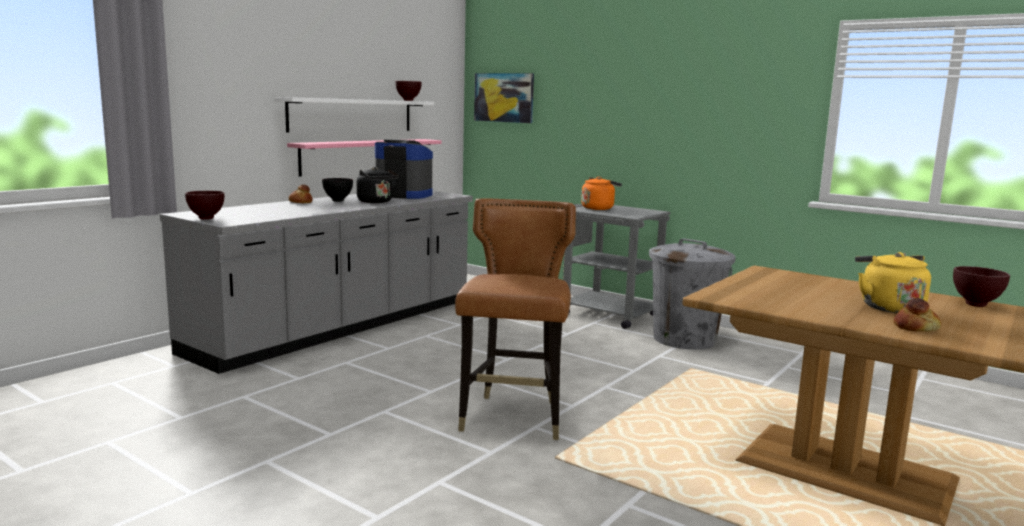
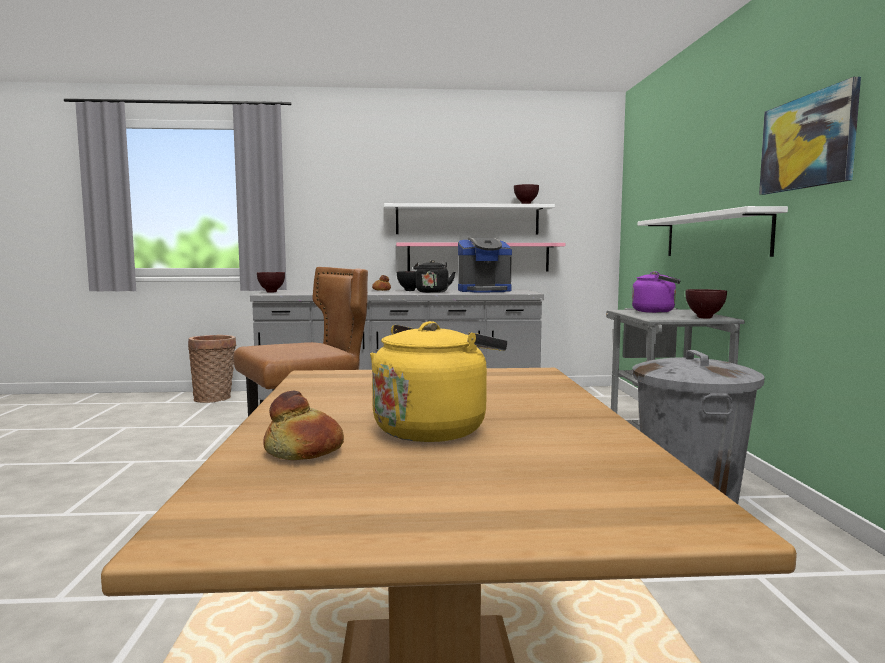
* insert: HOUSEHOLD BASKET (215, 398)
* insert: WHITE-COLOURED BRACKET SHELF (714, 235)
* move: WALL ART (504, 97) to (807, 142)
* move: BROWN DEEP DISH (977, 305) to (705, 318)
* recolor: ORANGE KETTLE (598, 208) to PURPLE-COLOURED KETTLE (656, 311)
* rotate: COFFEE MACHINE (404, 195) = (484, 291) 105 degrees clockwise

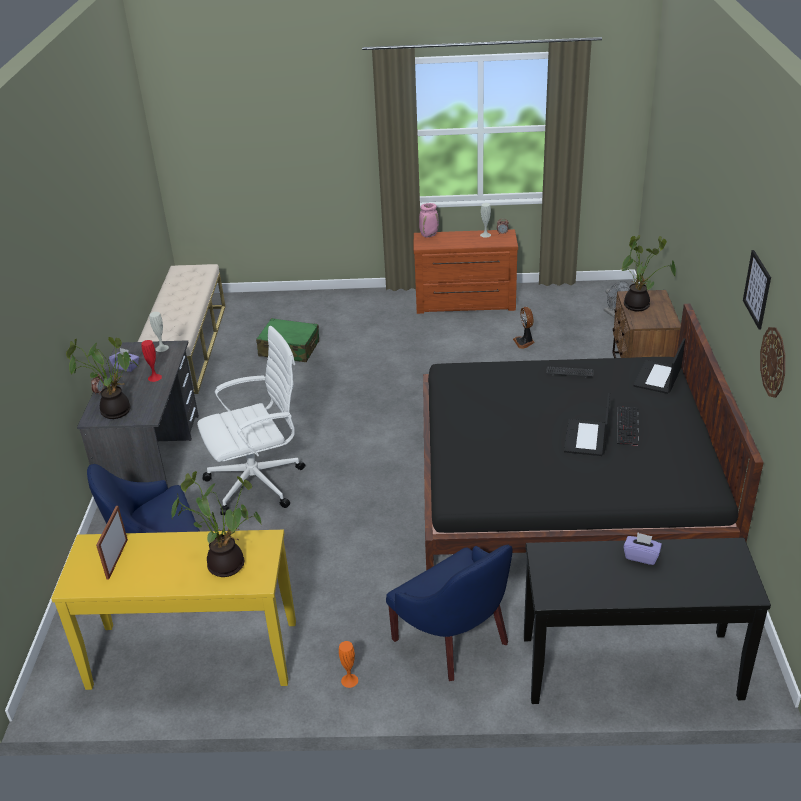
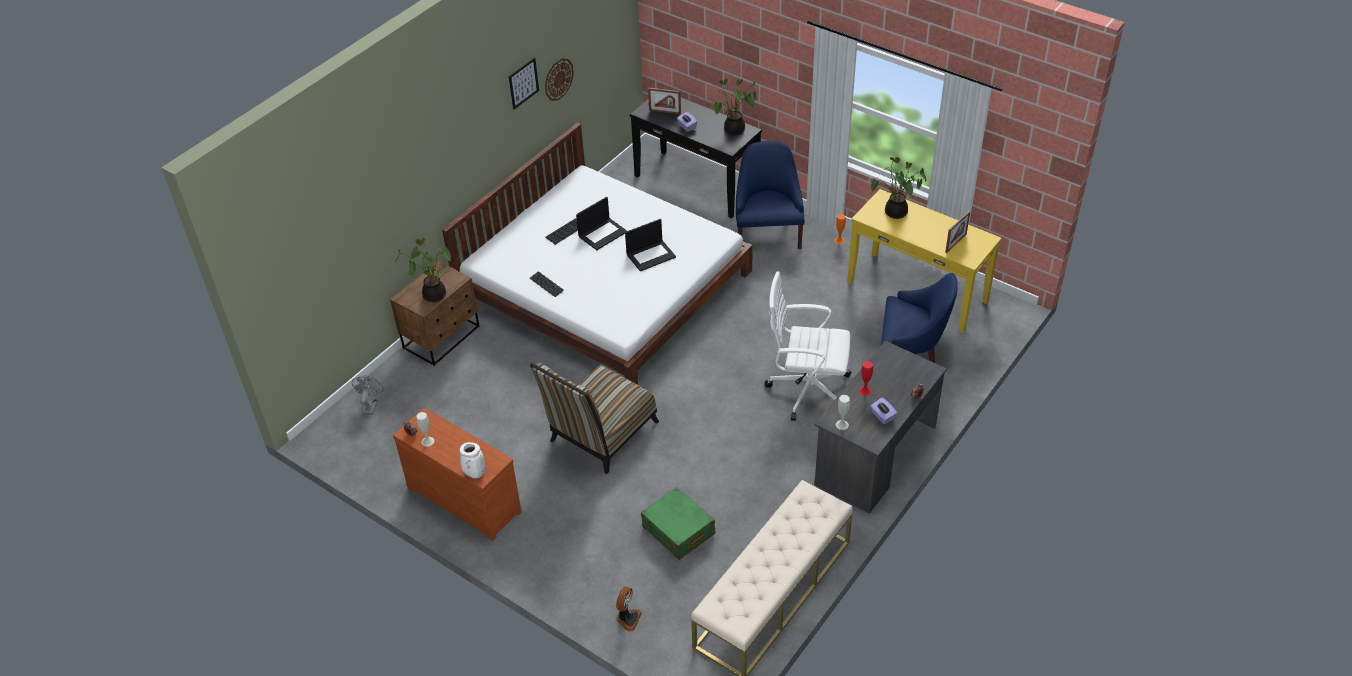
* insert: CHAIR (599, 435)
* insert: PICTURE FRAME (665, 112)
* move: PLANT IN A POT (116, 410) to (733, 131)
* move: COOLING FAN (524, 342) to (627, 618)
* move: PORTABLE COMPUTER (658, 378) to (651, 255)
* recolor: PINKISH VASE (429, 235) to WHITE-COLOURED VASE (474, 473)
* recolor: BLACK BED (565, 479) to WHITE-COLOURED BED (604, 286)

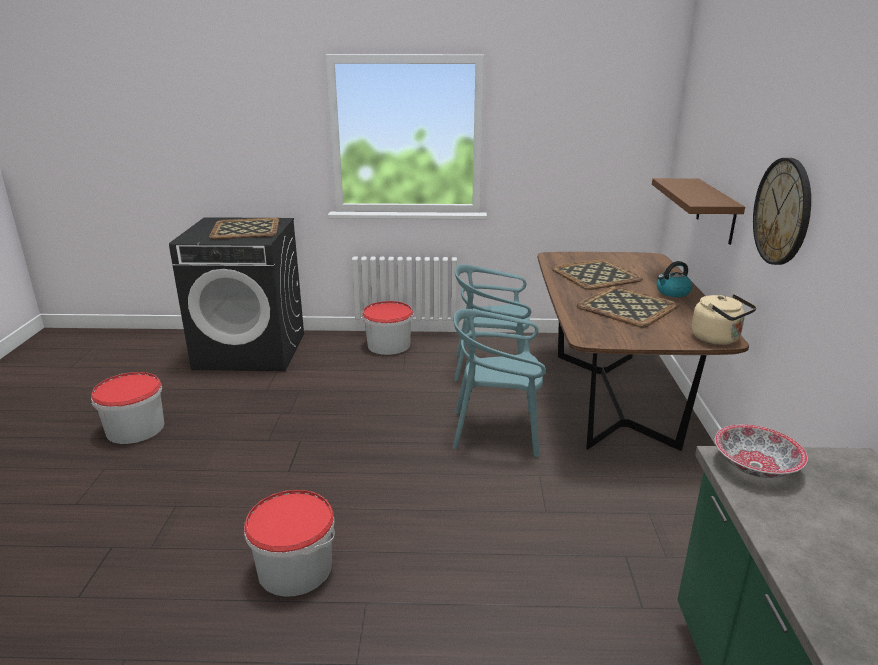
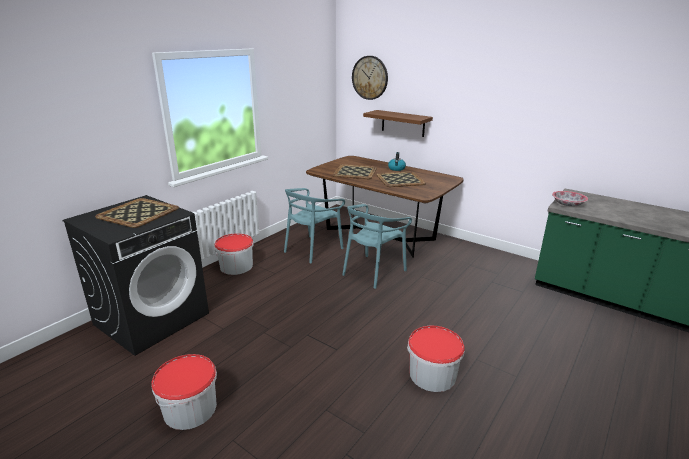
* delete: SAND-COLOURED KETTLE (718, 339)
* move: CLOCK ON THE WALL (782, 211) to (370, 77)

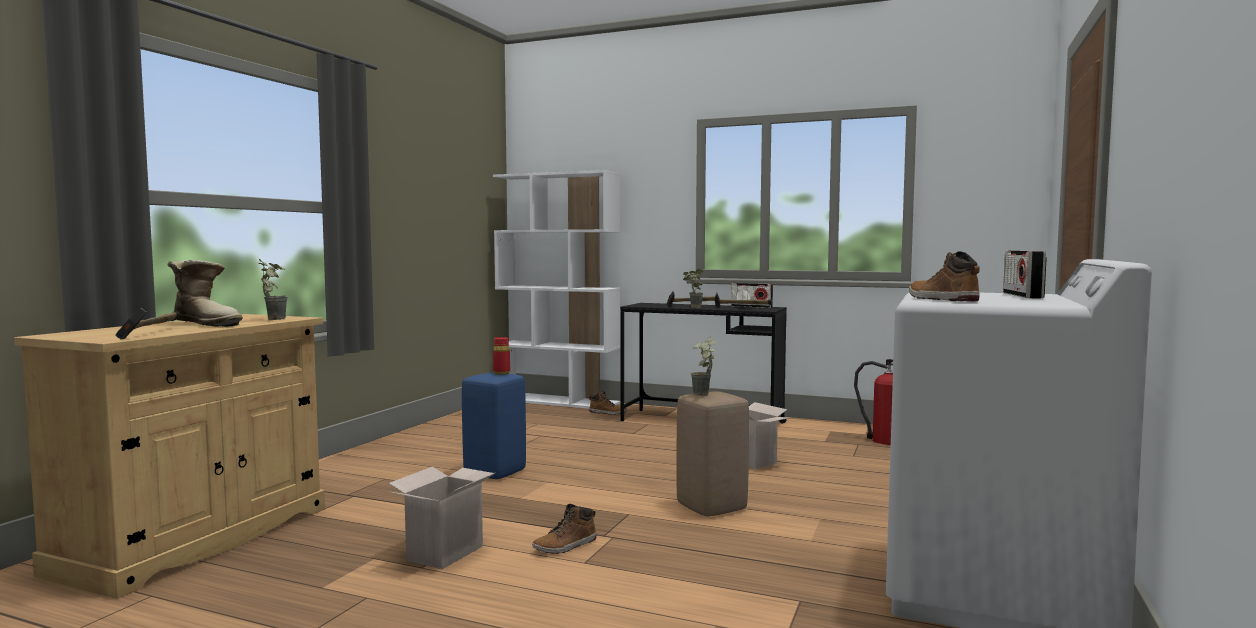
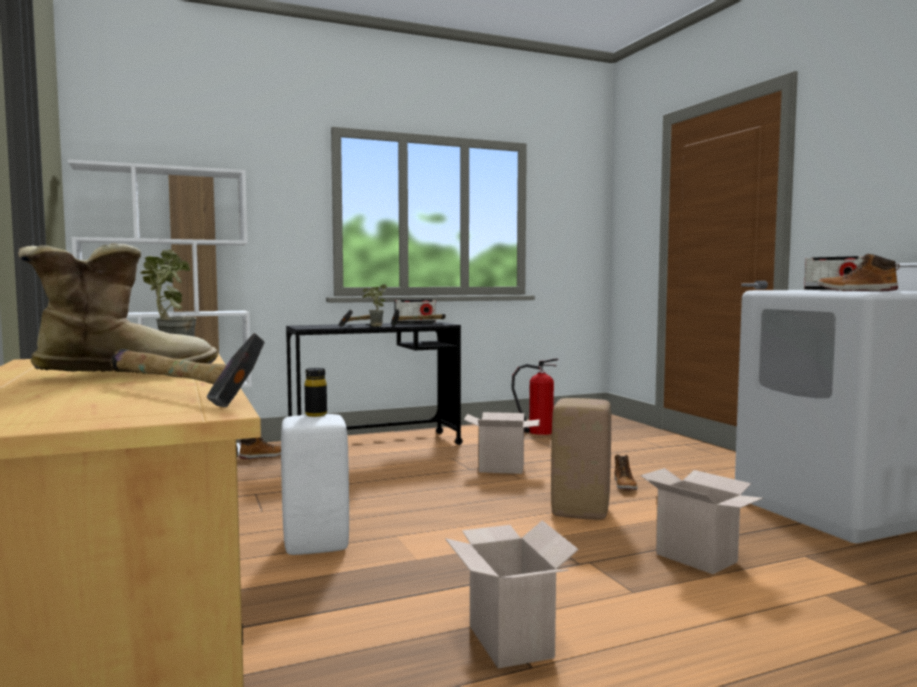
* delete: PLANT IN A POT (704, 395)
* insert: CARDBOARD BOX (699, 558)
* move: HIGH-TOP BOOT (565, 546) to (625, 485)
* recolor: BLUE-COLOURED SITTING STOOL (495, 472) to WHITE-COLOURED SITTING STOOL (314, 544)
* recolor: RED-COLOURED DRINK BOTTLE (501, 373) to BLACK DRINK BOTTLE (316, 414)

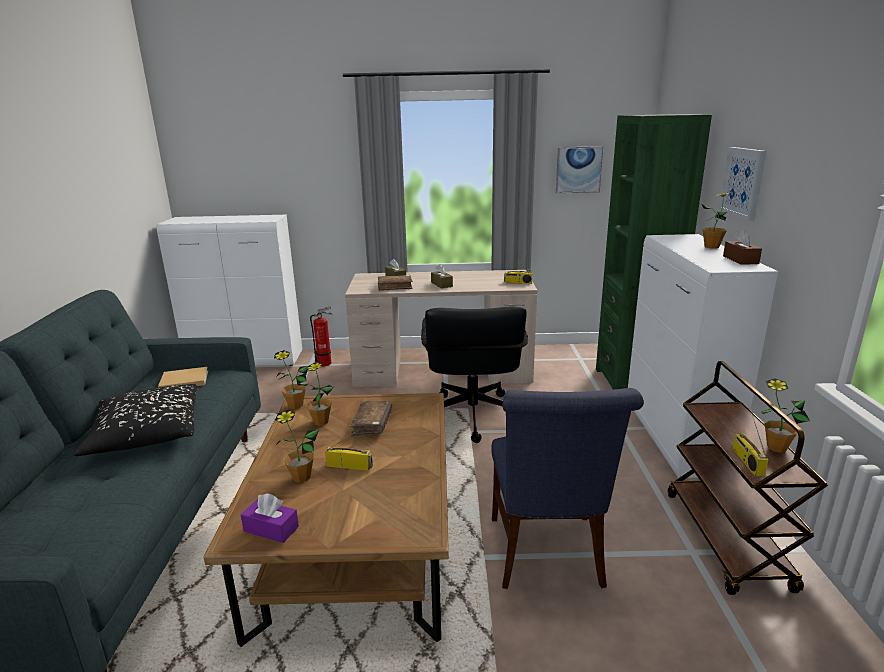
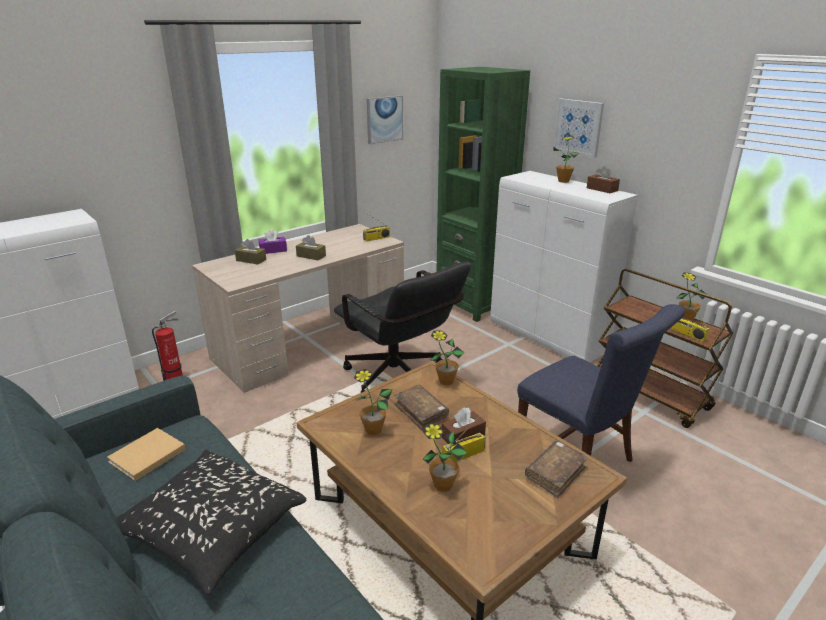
* insert: BROWN BOX OF TISSUES (463, 436)
* move: PURPLE-COLOURED BOX OF TISSUES (271, 529) to (273, 250)
* move: PLANT IN A POT (295, 405) to (446, 381)
* move: BROWN VOLUME (395, 287) to (555, 474)

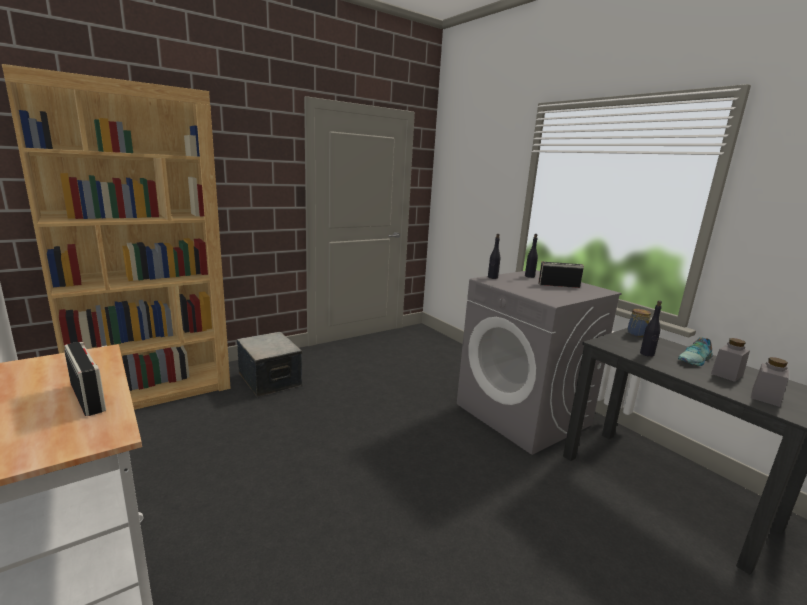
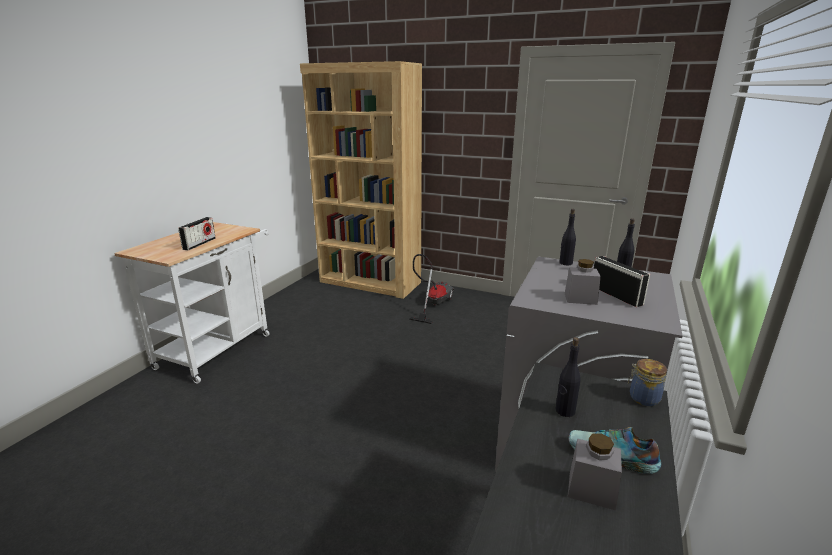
* move: GRAY JAR (765, 397) to (580, 298)
* replace: STORAGE CONTAINER (270, 379) to VACUUM (433, 304)

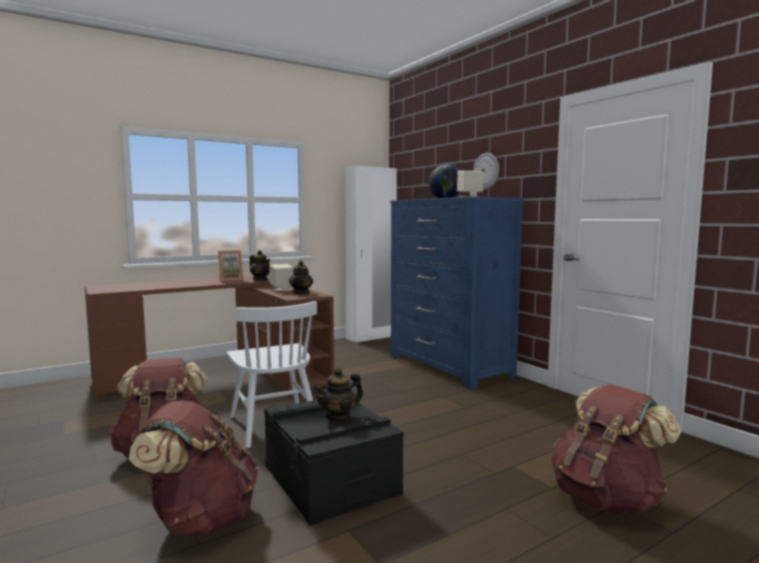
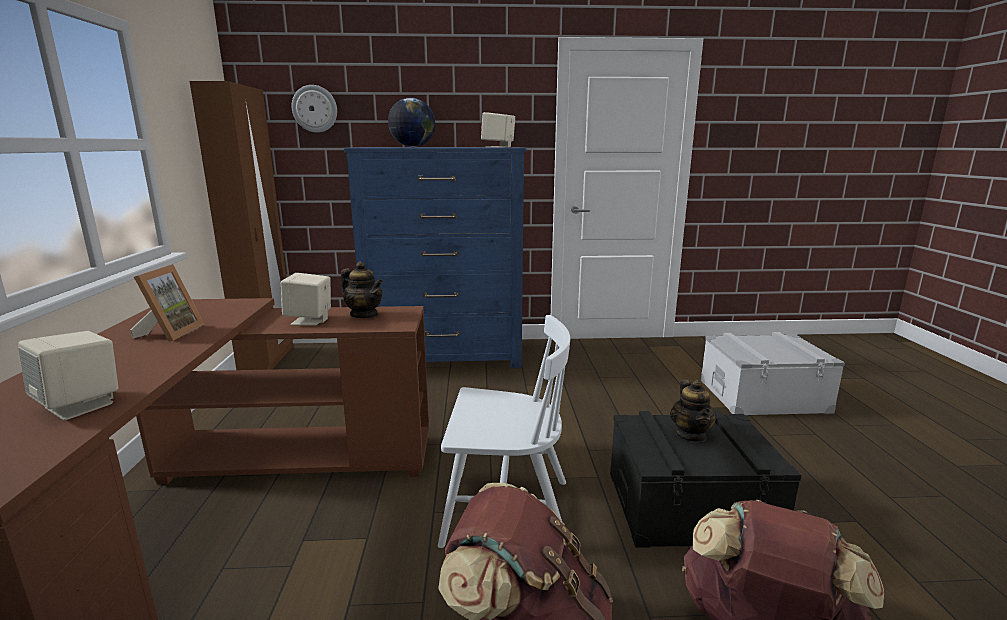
* delete: POT FOR TEA (260, 279)
* insert: SAND-COLOURED AUDIO SPEAKER (81, 405)
* move: CLOCK ON THE WALL (486, 171) to (315, 109)
* replace: BROWN RUCKSACK (606, 498) to GRAY STORAGE CONTAINER (763, 395)
* recolor: WHITE-COLOURED CLOTHES CUPBOARD (371, 337) to BROWN CLOTHES CUPBOARD (268, 360)

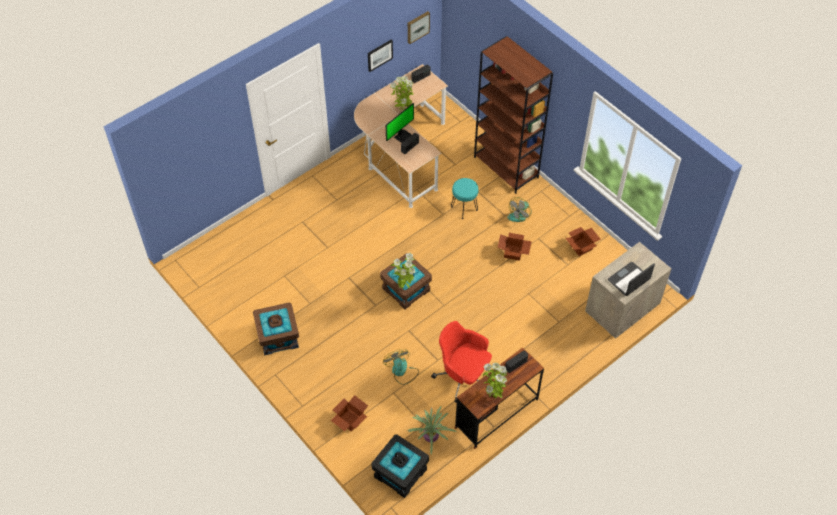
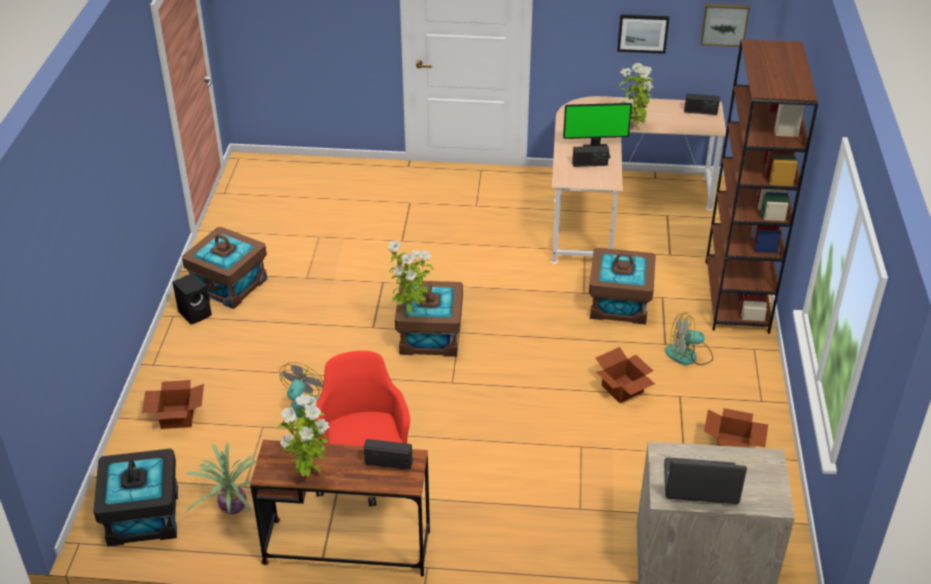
* insert: BLACK AUDIO SPEAKER (196, 313)
* replace: TURQUOISE-COLOURED SITTING STOOL (464, 209) to BROWN STORAGE CONTAINER (619, 304)

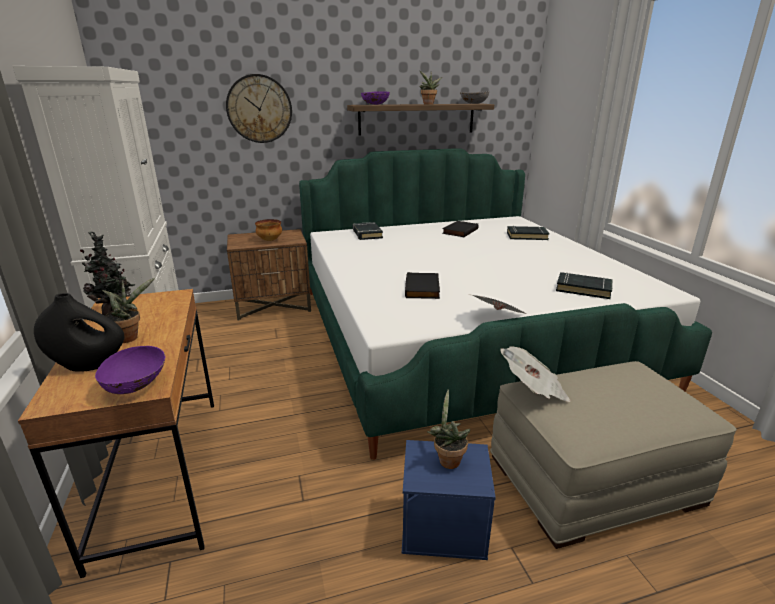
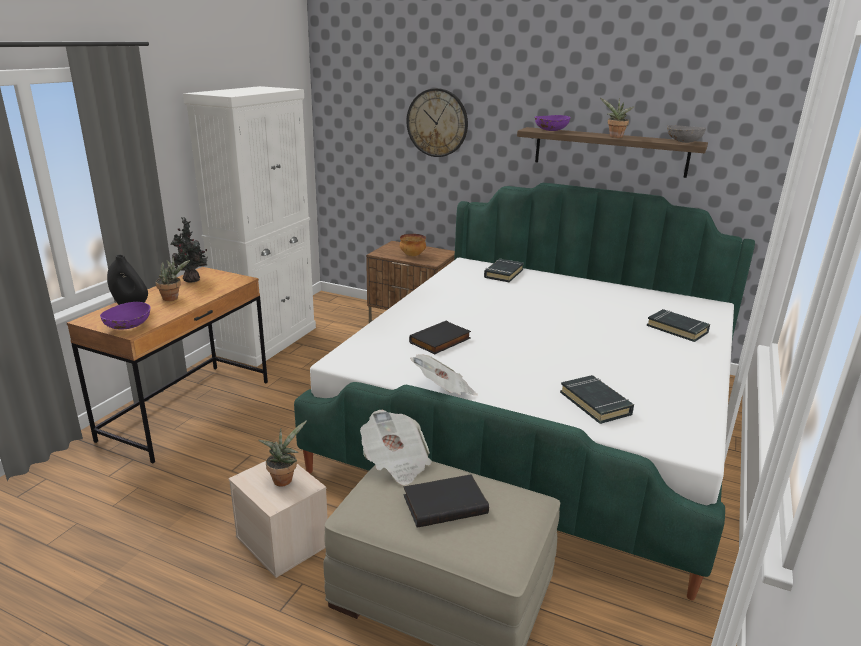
* move: BLACK VOLUME (459, 231) to (445, 503)
* recolor: BLUE-COLOURED STORAGE CONTAINER (444, 526) to SAND-COLOURED STORAGE CONTAINER (283, 541)

